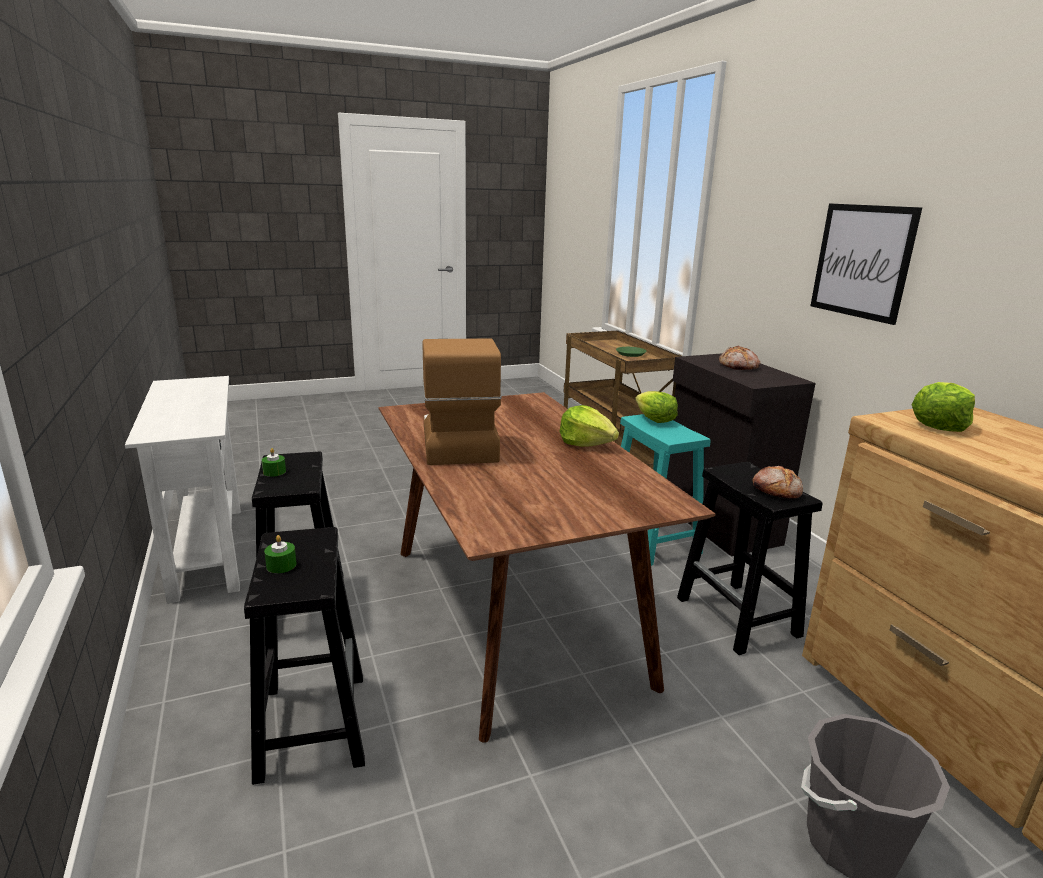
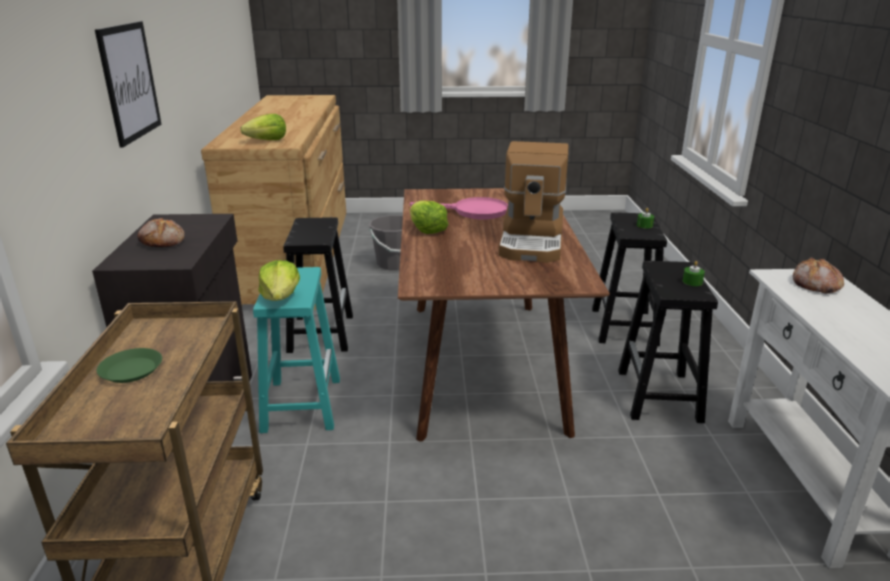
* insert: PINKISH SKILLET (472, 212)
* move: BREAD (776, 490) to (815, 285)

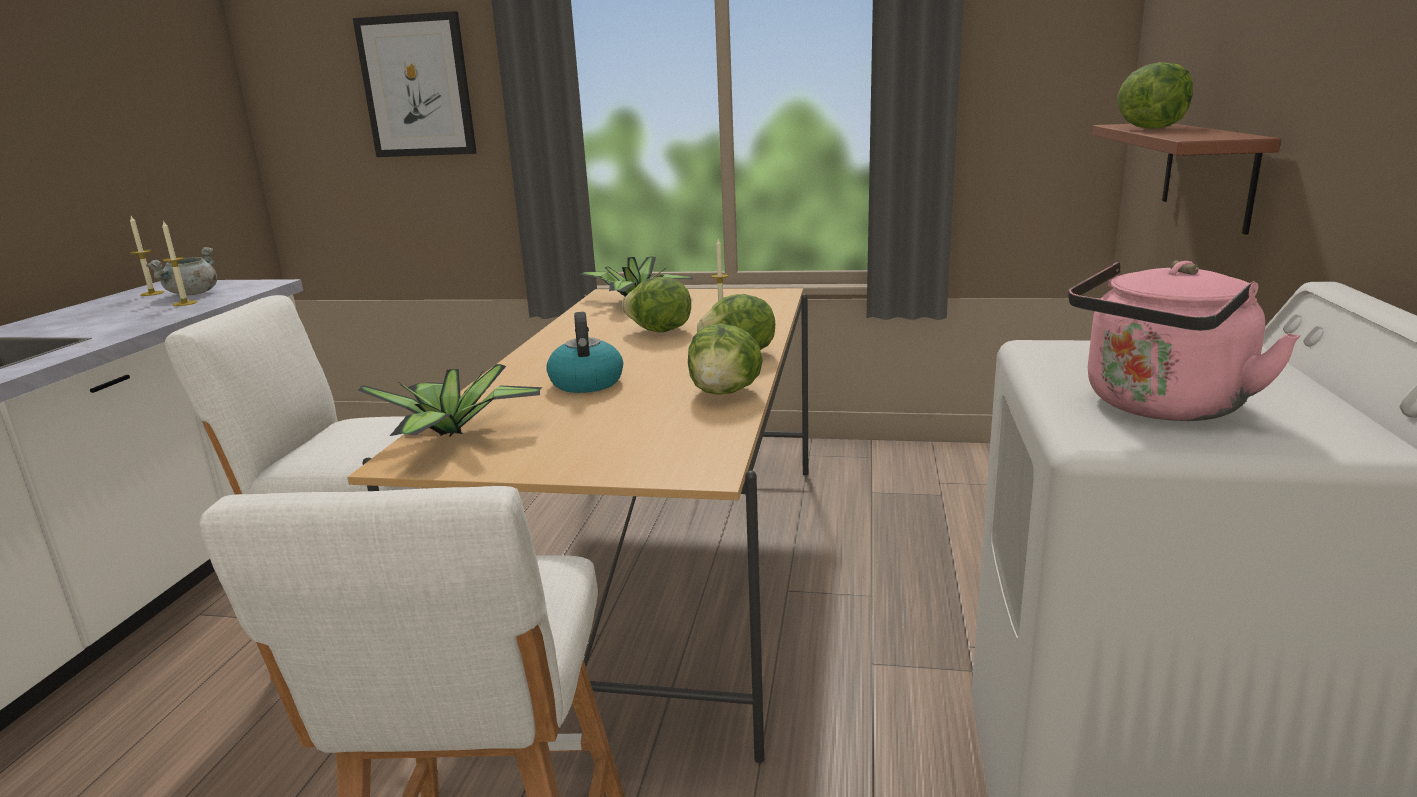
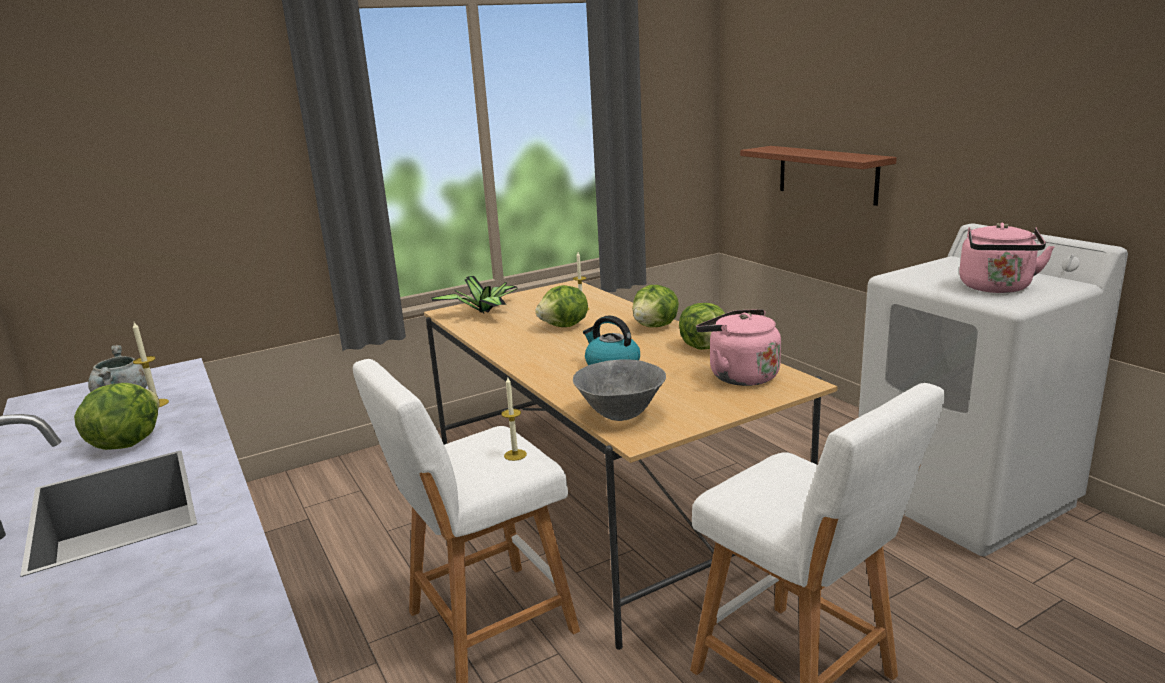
* delete: WALL ART (417, 87)
* insert: PINKISH KETTLE (739, 376)
* move: WAX LIGHT (152, 293) to (515, 455)
* move: LETTUCE HEAD (1150, 128) to (126, 443)
* replace: PLANT IN A POT (455, 433) to GRAY DEEP DISH (621, 415)

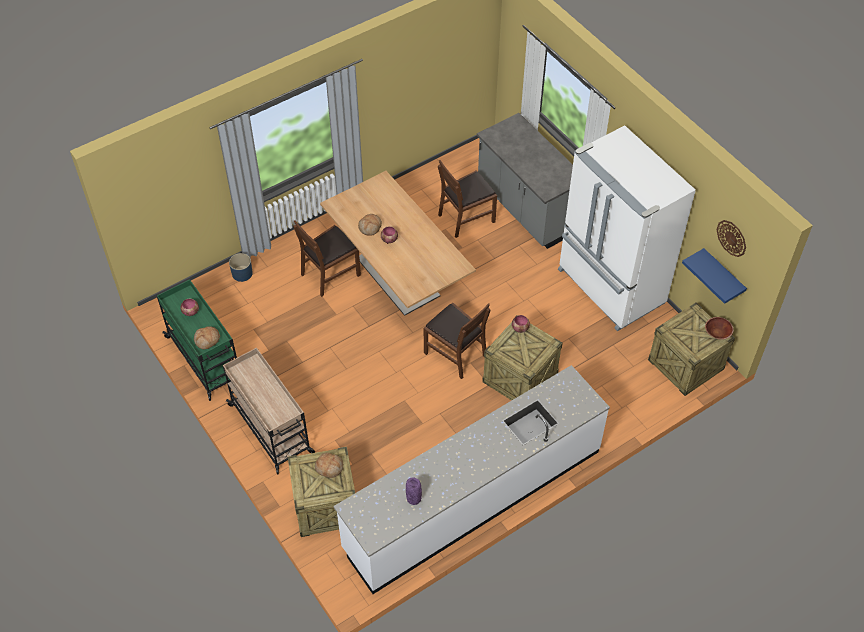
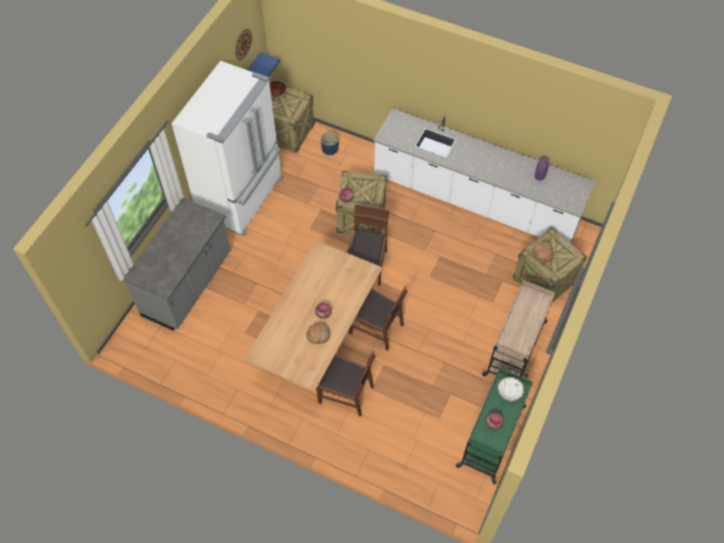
* move: BLUE-COLOURED FLOWER POT (242, 273) to (330, 148)
* move: BROWN CHAIR (466, 217) to (376, 328)
* replace: BREAD (207, 340) to WHITE-COLOURED DEEP DISH (509, 392)

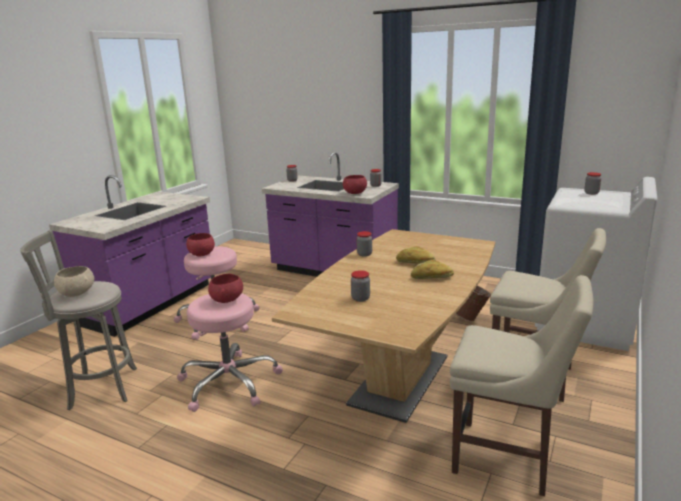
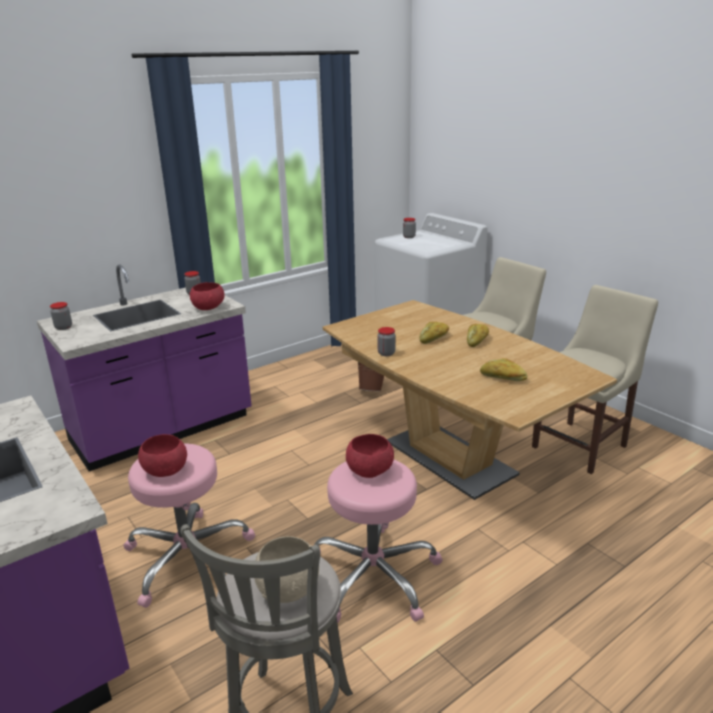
* replace: JAR (360, 298) to BREAD (503, 378)

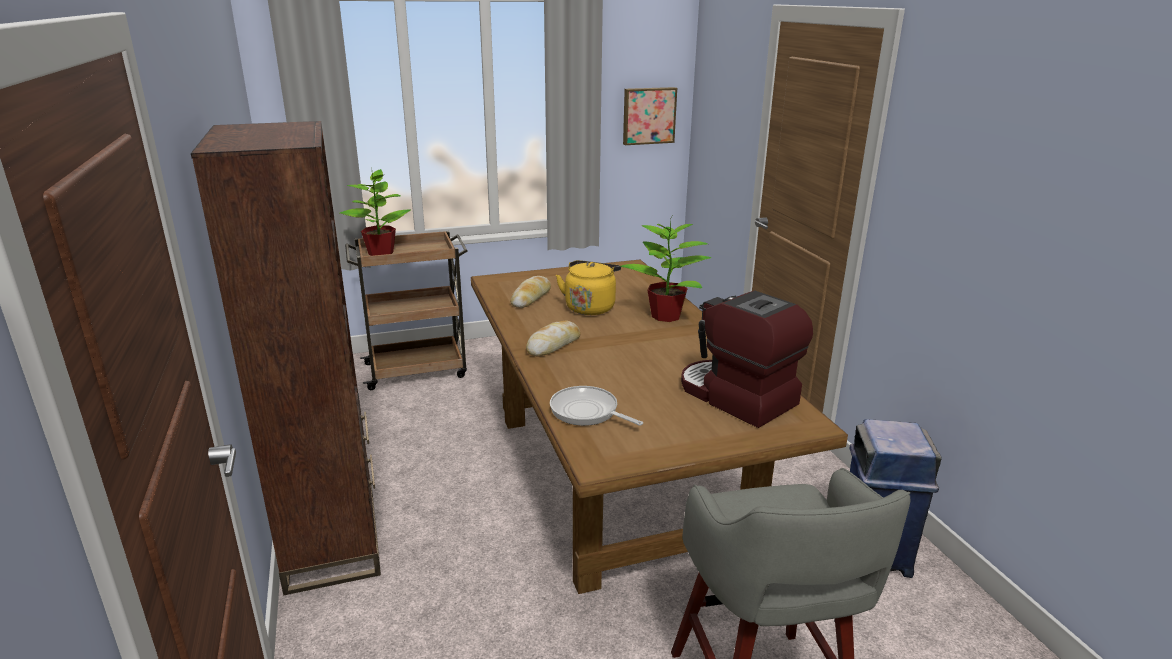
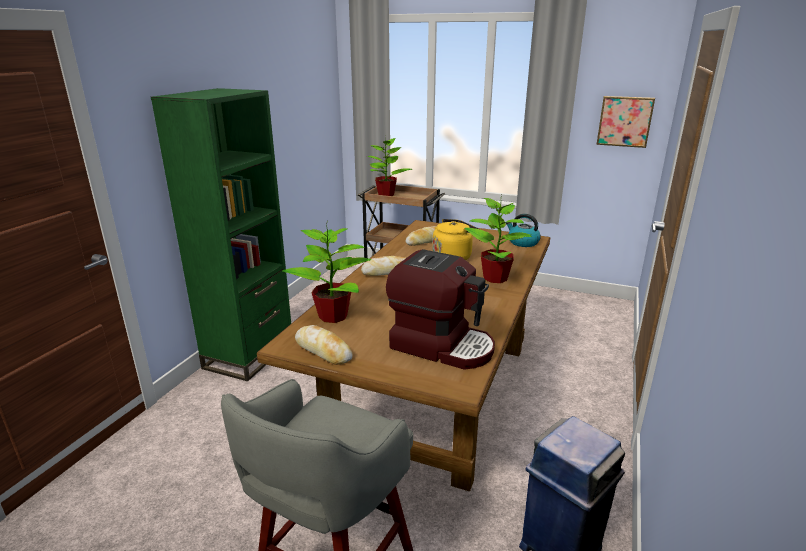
* insert: BREAD (323, 350)
* insert: KETTLE (522, 242)
* replace: SKILLET (587, 412) to PLANT IN A POT (334, 316)
* recolor: BROWN BOOKSHELF (332, 542) to GREEN BOOKSHELF (249, 354)
* rotate: COFFEE MACHINE (735, 397) = (442, 345) 120 degrees clockwise

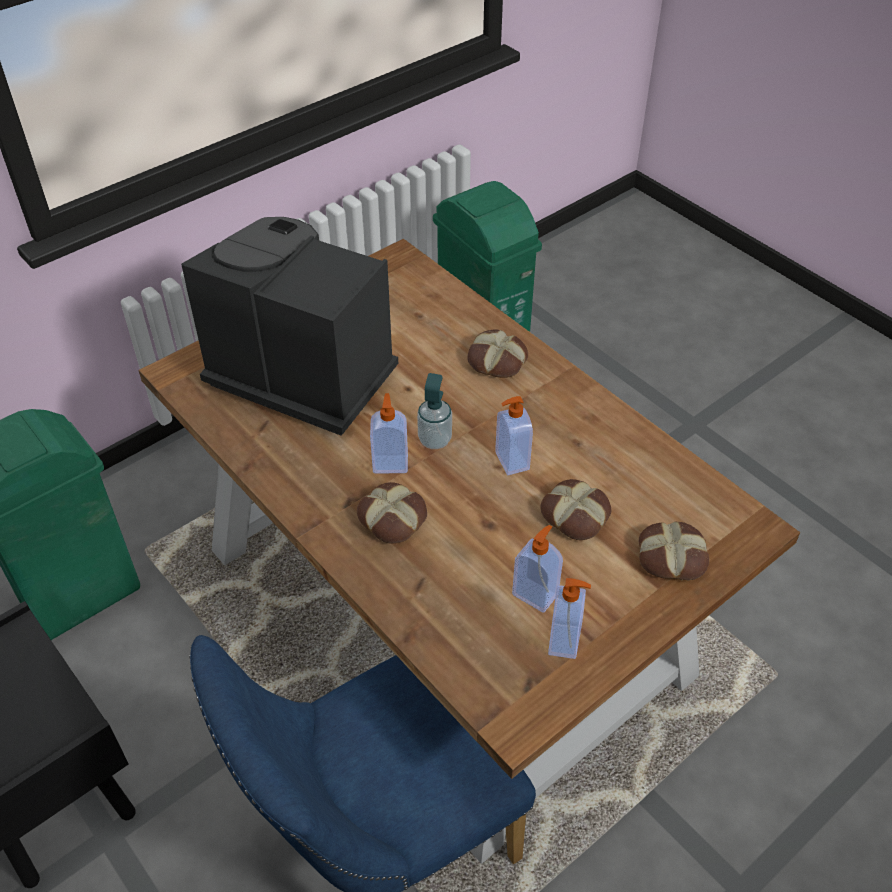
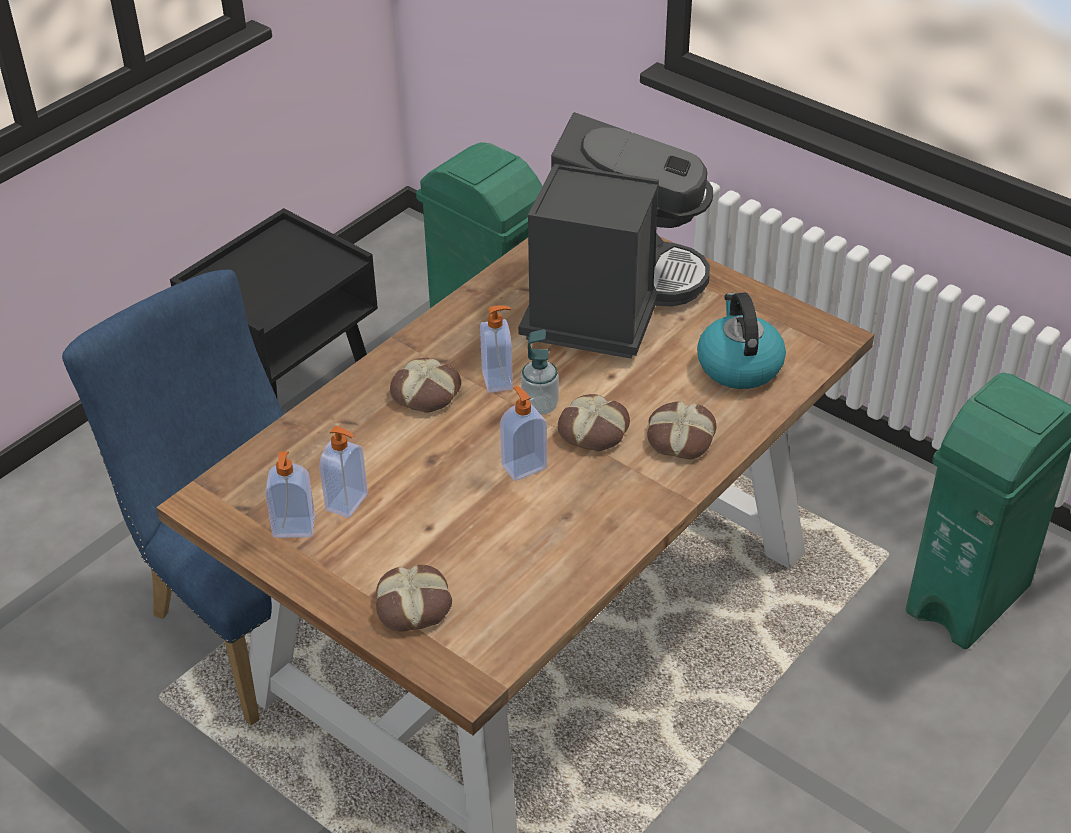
* insert: KETTLE (738, 365)
* move: BREAD (576, 514) to (595, 430)

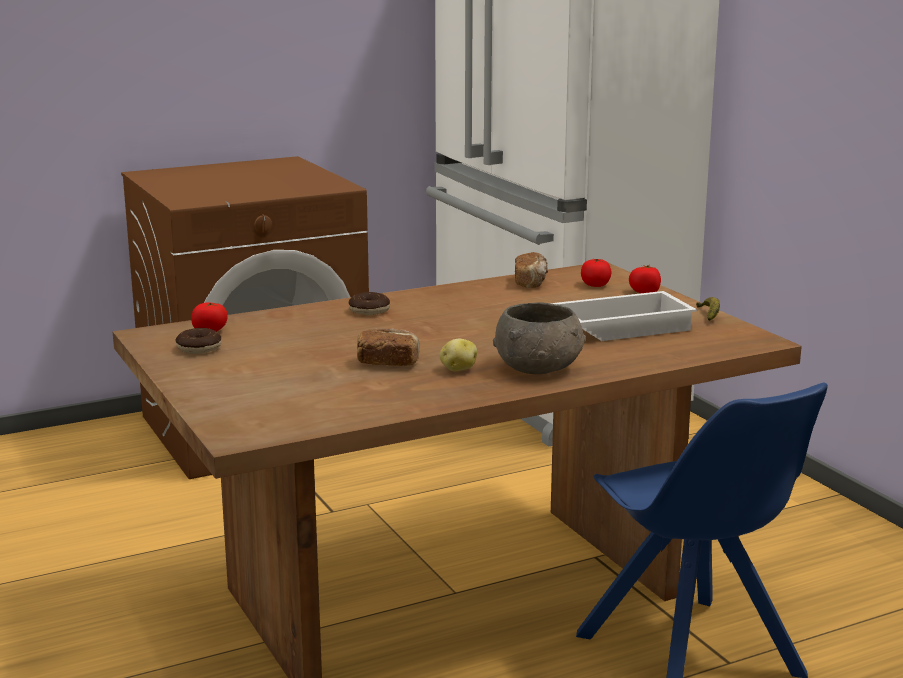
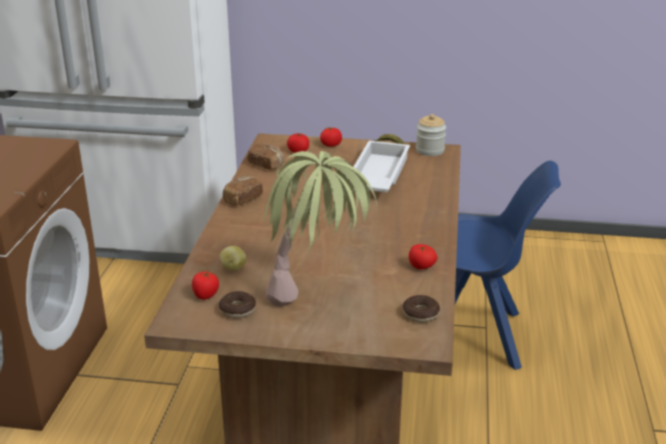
* delete: GRAY DEEP DISH (539, 368)
* insert: PLANT IN A POT (317, 296)
* insert: WHOLE TOMATO (421, 266)
* insert: JAR (430, 150)
* move: RING DOUGHNUT (369, 310) to (420, 314)
* move: BREAD (387, 363) to (242, 199)
* move: SPUD (458, 369) to (233, 268)

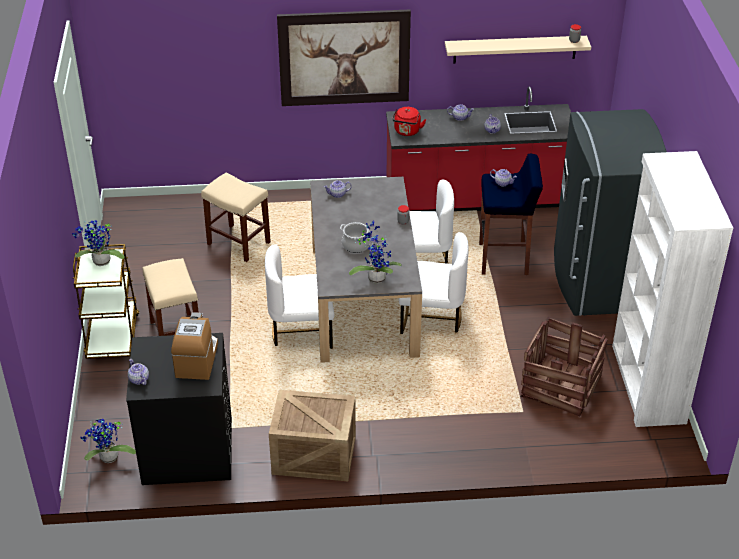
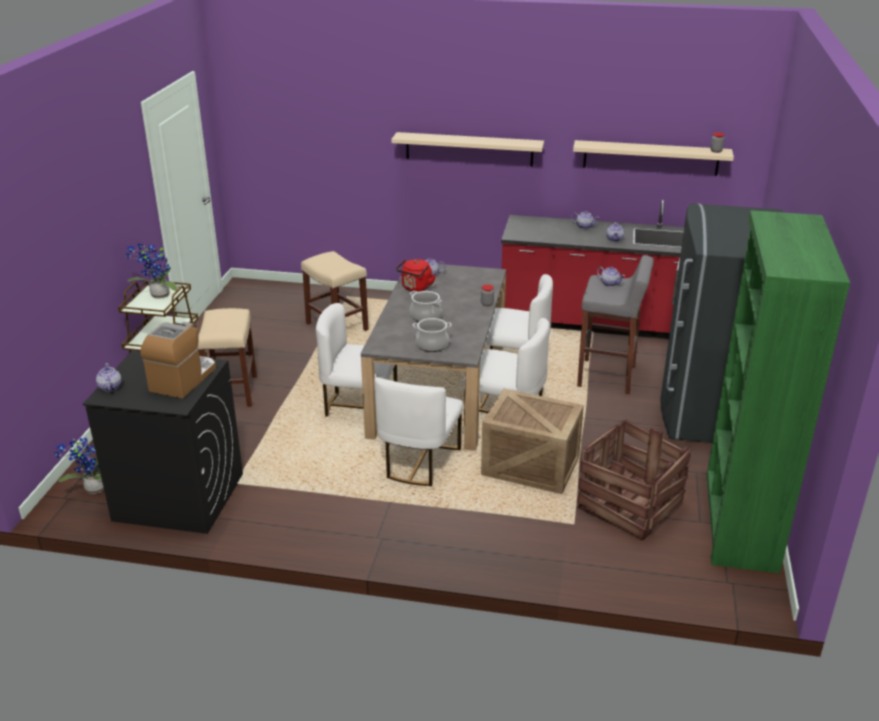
* insert: WHITE-COLOURED CHAIR (418, 463)
* move: SHIPPING CRATE (312, 456) to (528, 467)
* move: RED-COLOURED KETTLE (407, 132) to (416, 288)
* replace: WALL ART (344, 58) to SAND-COLOURED BRACKET SHELF (469, 149)
* replace: PLANT IN A POT (375, 277) to COOKING POT (432, 345)
* recolor: BLUE-COLOURED SITTING STOOL (504, 259) to GRAY SITTING STOOL (607, 377)
* recolor: WHITE-COLOURED BOOKSHELF (647, 384) to GREEN BOOKSHELF (739, 521)

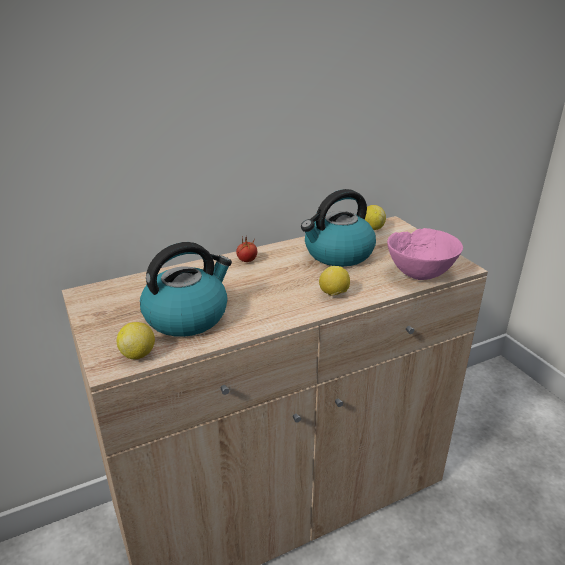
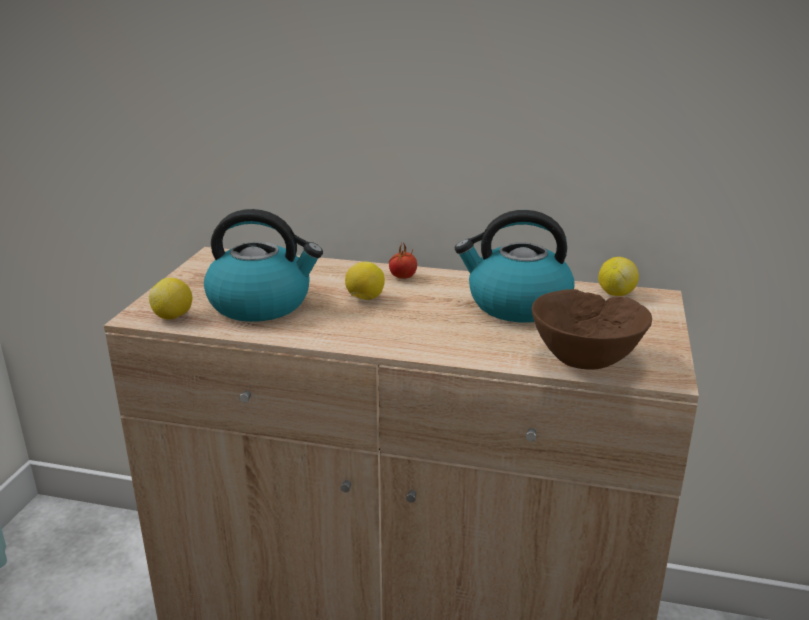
* move: WHOLE LEMON (334, 294) to (365, 298)
* recolor: PINKISH DEEP DISH (420, 274) to BROWN DEEP DISH (586, 361)

